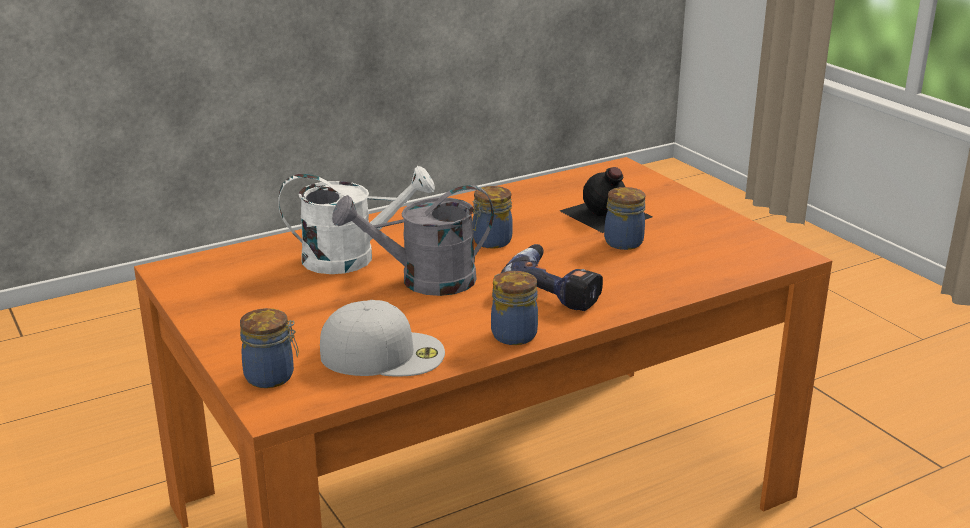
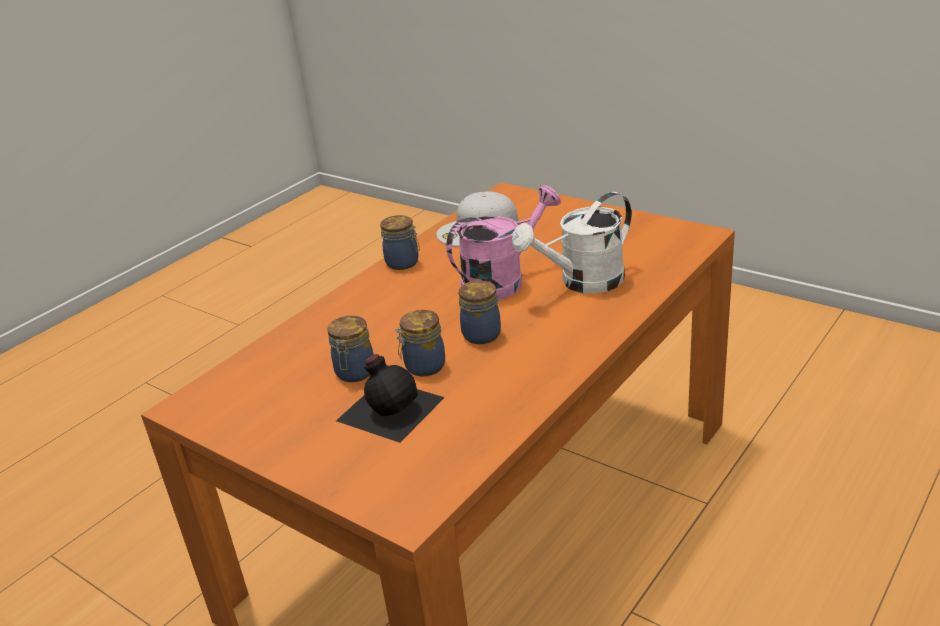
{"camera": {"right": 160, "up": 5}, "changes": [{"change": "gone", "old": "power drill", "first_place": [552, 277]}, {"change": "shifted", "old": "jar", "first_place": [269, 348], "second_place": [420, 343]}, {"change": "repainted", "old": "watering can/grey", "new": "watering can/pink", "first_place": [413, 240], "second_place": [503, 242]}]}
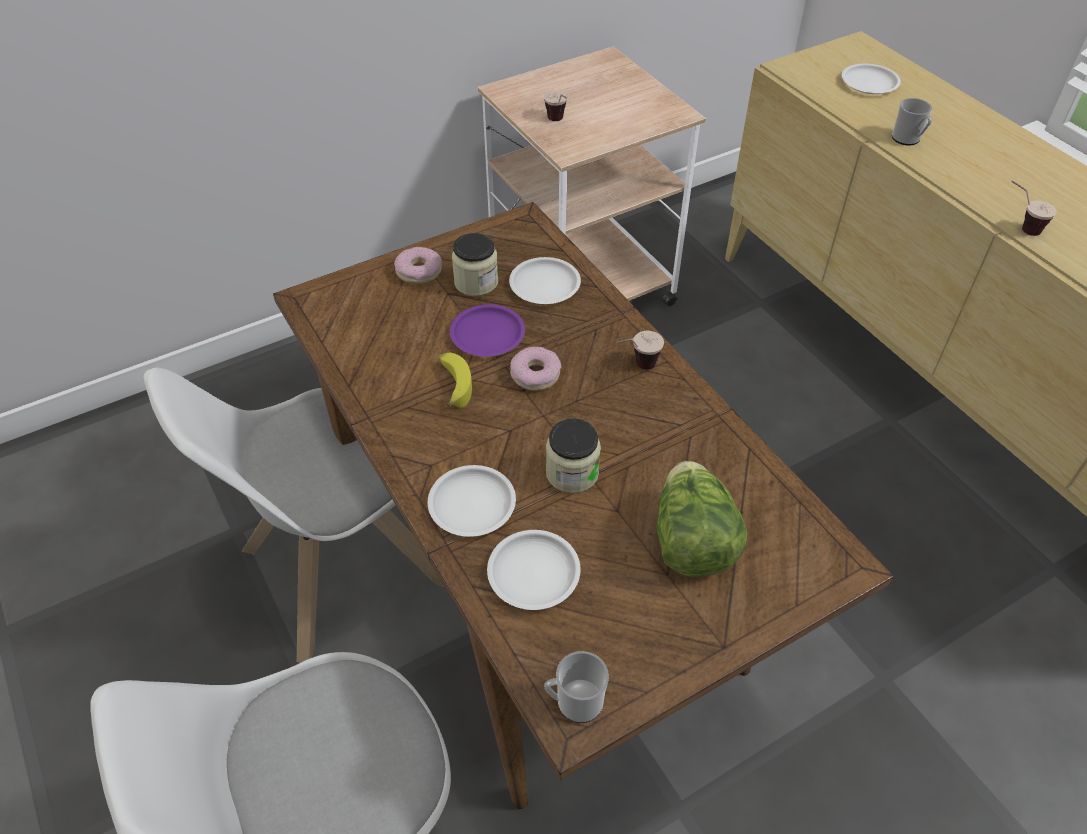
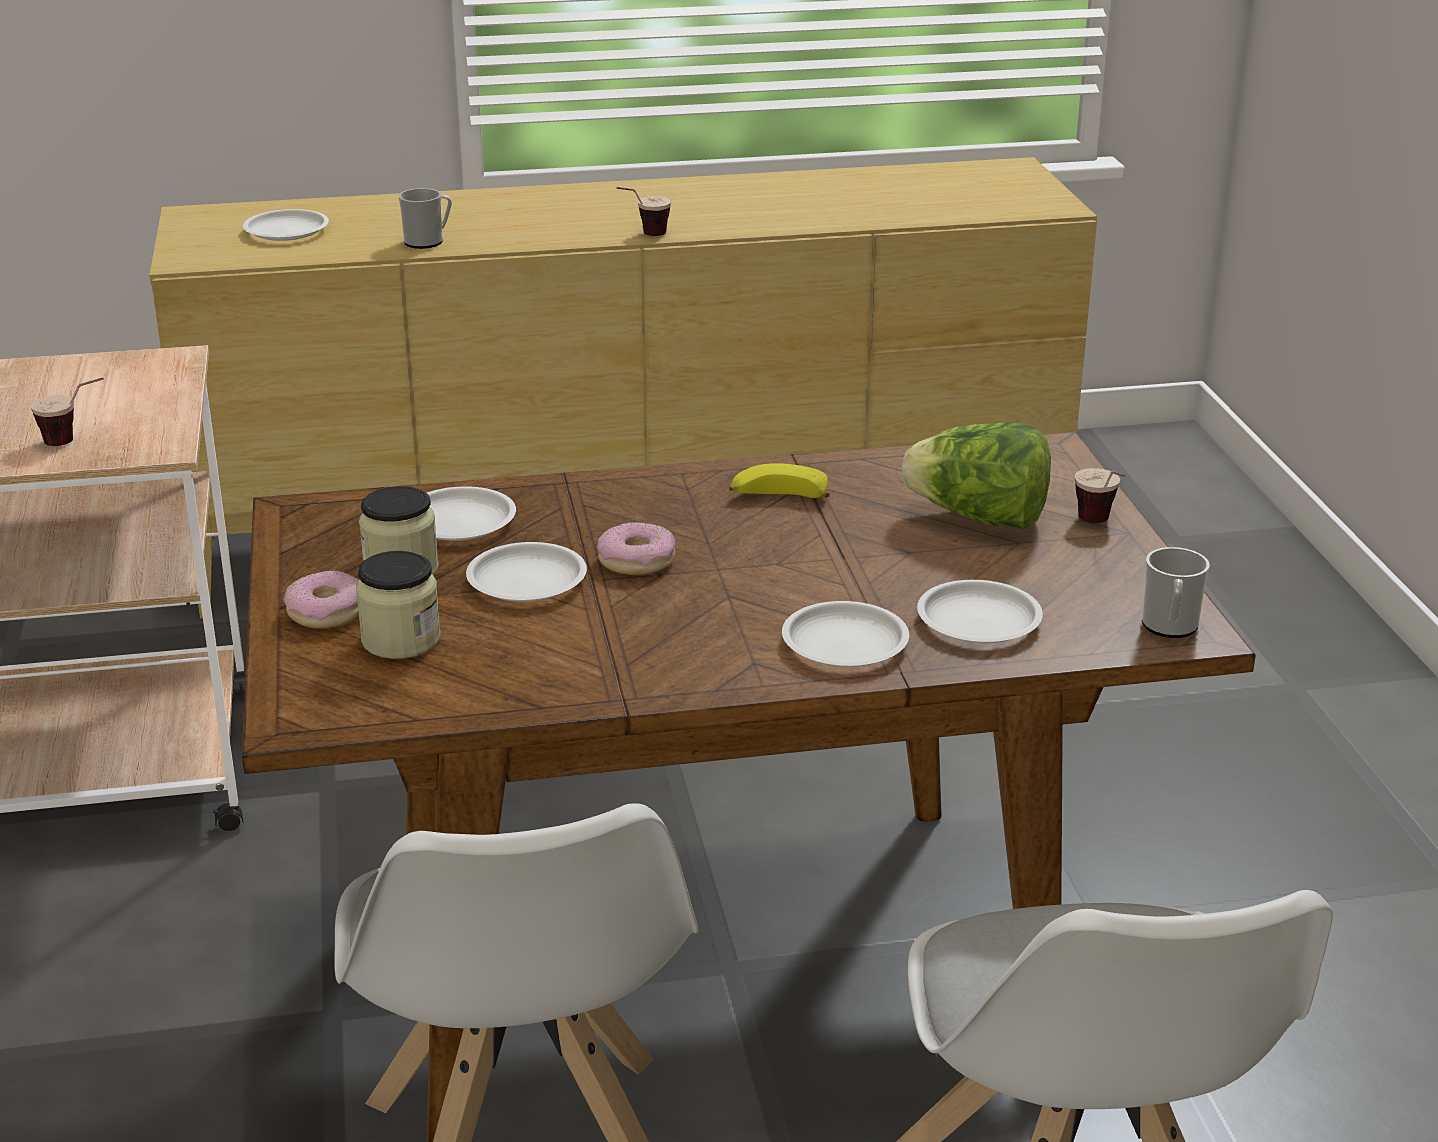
{"camera": {"right": -70, "up": -20}, "changes": [{"change": "shifted", "old": "banana", "first_place": [455, 380], "second_place": [779, 480]}, {"change": "shifted", "old": "jar", "first_place": [573, 455], "second_place": [398, 605]}, {"change": "shifted", "old": "cup", "first_place": [640, 350], "second_place": [1100, 495]}, {"change": "repainted", "old": "plate/purple", "new": "plate/white", "first_place": [487, 330], "second_place": [526, 572]}]}
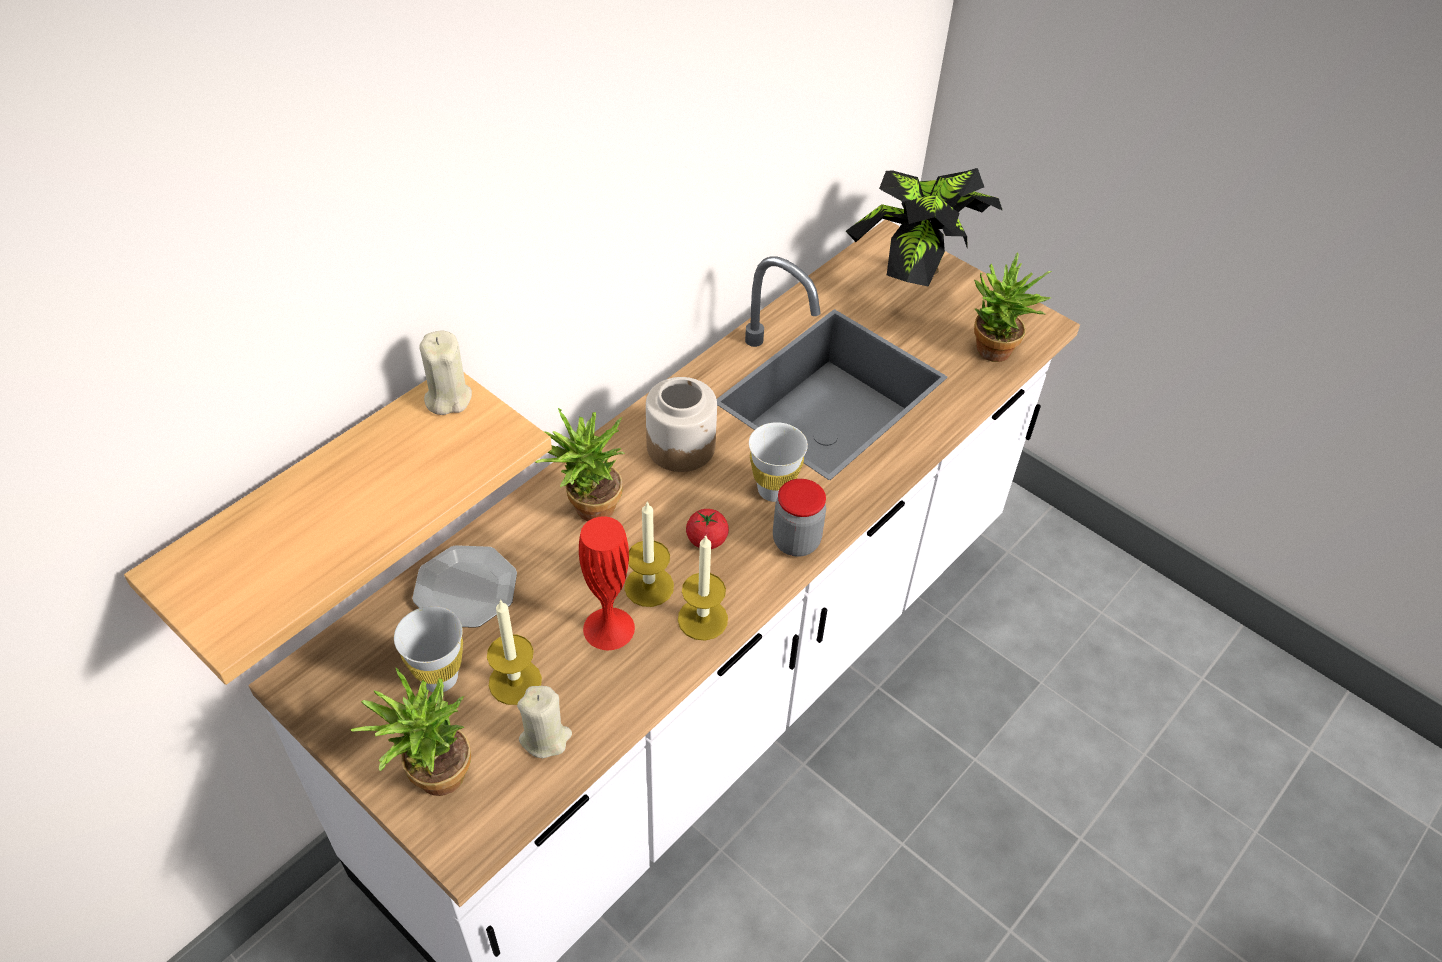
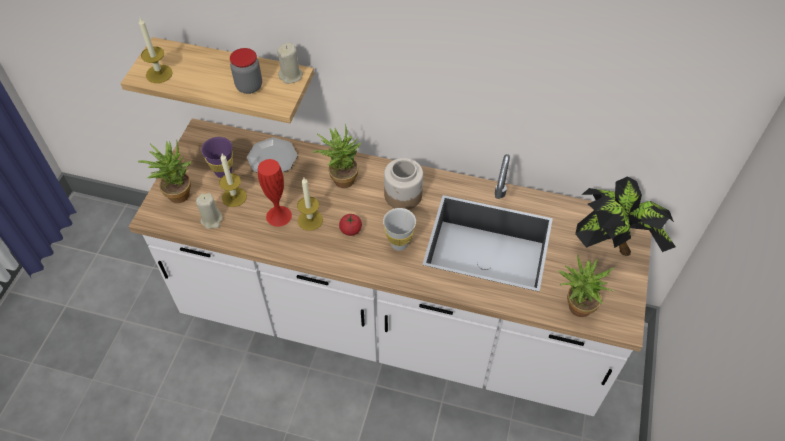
{"camera": {"right": 65, "up": 5}, "changes": [{"change": "shifted", "old": "candle", "first_place": [703, 588], "second_place": [156, 50]}, {"change": "shifted", "old": "jar", "first_place": [799, 517], "second_place": [246, 71]}, {"change": "repainted", "old": "cup/white", "new": "cup/purple", "first_place": [428, 649], "second_place": [217, 157]}]}
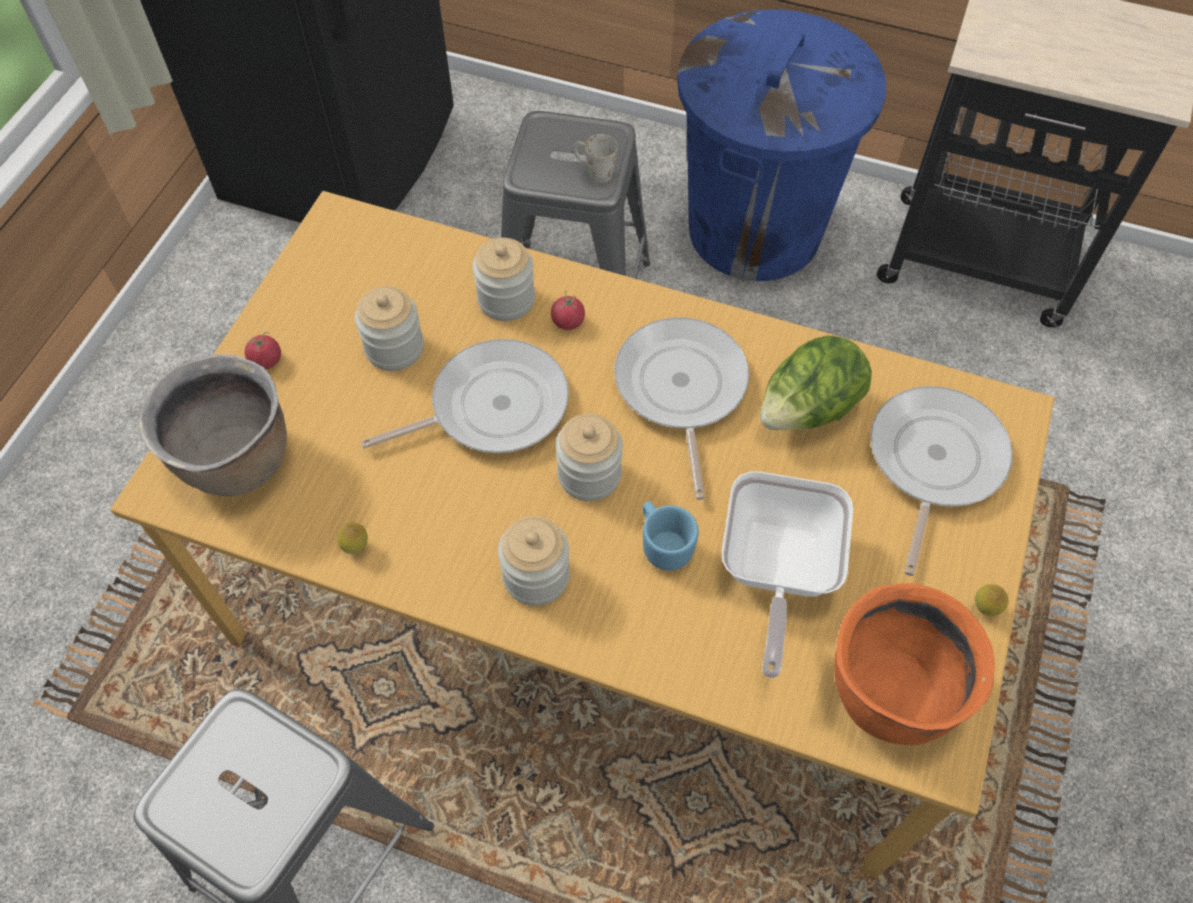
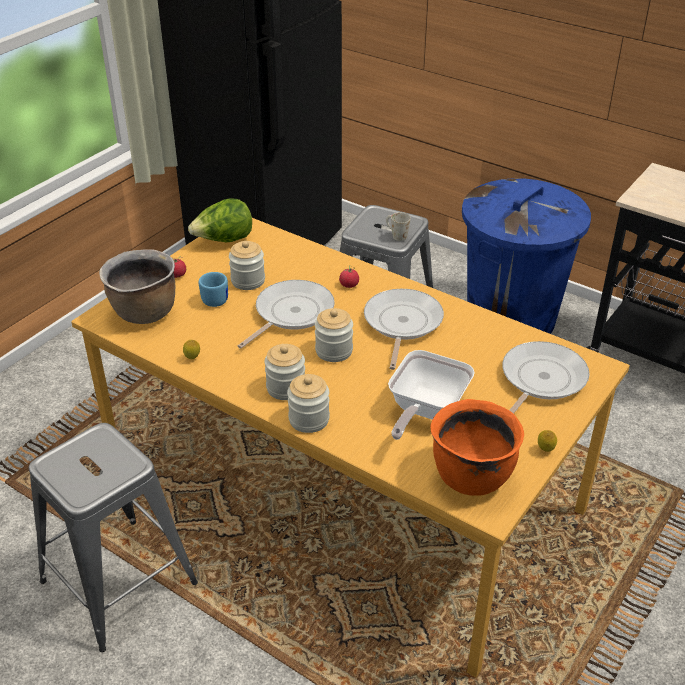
{"camera": {"right": 15, "up": -20}, "changes": [{"change": "shifted", "old": "jar", "first_place": [503, 279], "second_place": [308, 403]}, {"change": "shifted", "old": "mug/blue", "first_place": [671, 536], "second_place": [213, 289]}, {"change": "shifted", "old": "lettuce", "first_place": [816, 382], "second_place": [220, 220]}, {"change": "rotated", "old": "frying pan", "first_place": [465, 396], "second_place": [286, 314], "degrees": -45}]}
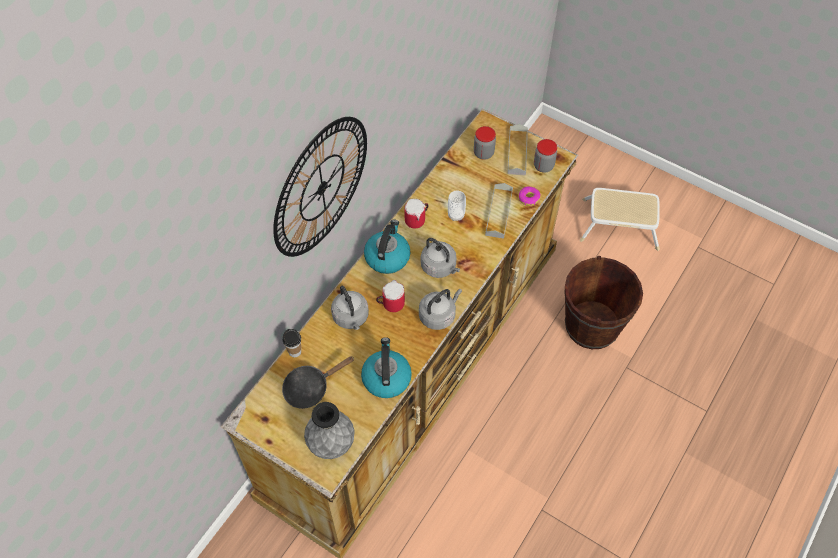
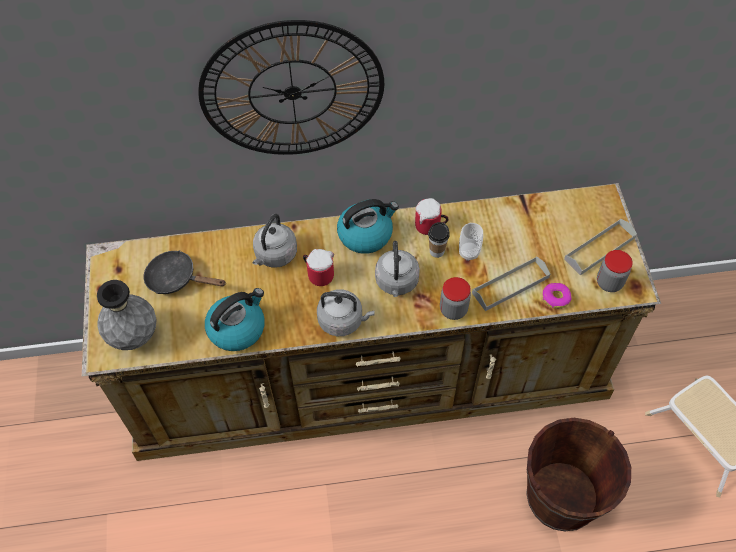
{"camera": {"right": 50, "up": 0}, "changes": [{"change": "shifted", "old": "cup", "first_place": [291, 343], "second_place": [439, 240]}, {"change": "shifted", "old": "jar", "first_place": [485, 143], "second_place": [455, 298]}]}
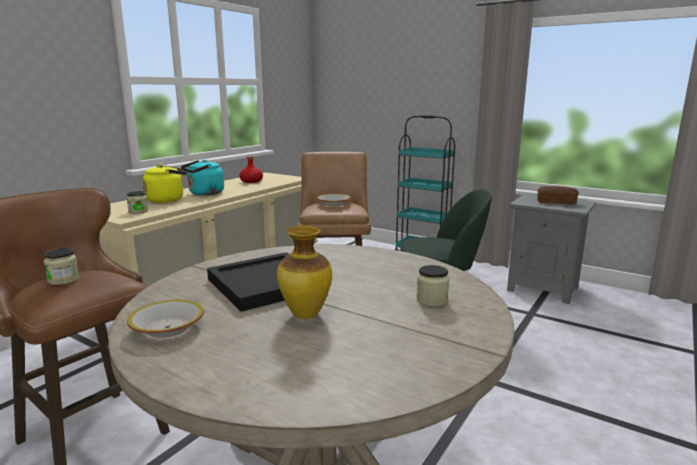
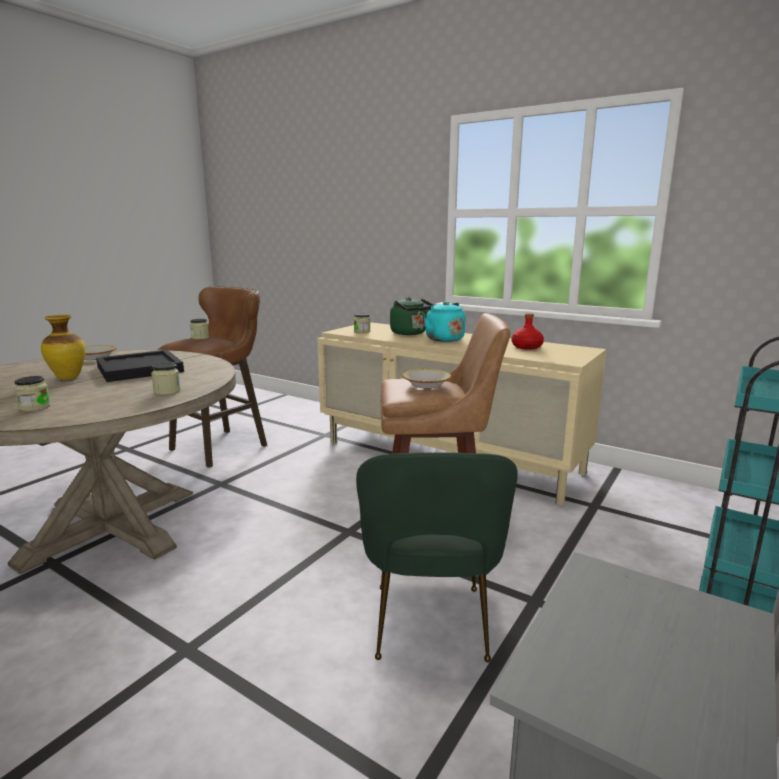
{"camera": {"right": 90, "up": 0}, "changes": [{"change": "gone", "old": "bread", "first_place": [558, 195]}, {"change": "new", "new": "jar", "second_place": [166, 379]}, {"change": "repainted", "old": "kettle/yellow", "new": "kettle/green", "first_place": [164, 184], "second_place": [412, 316]}]}
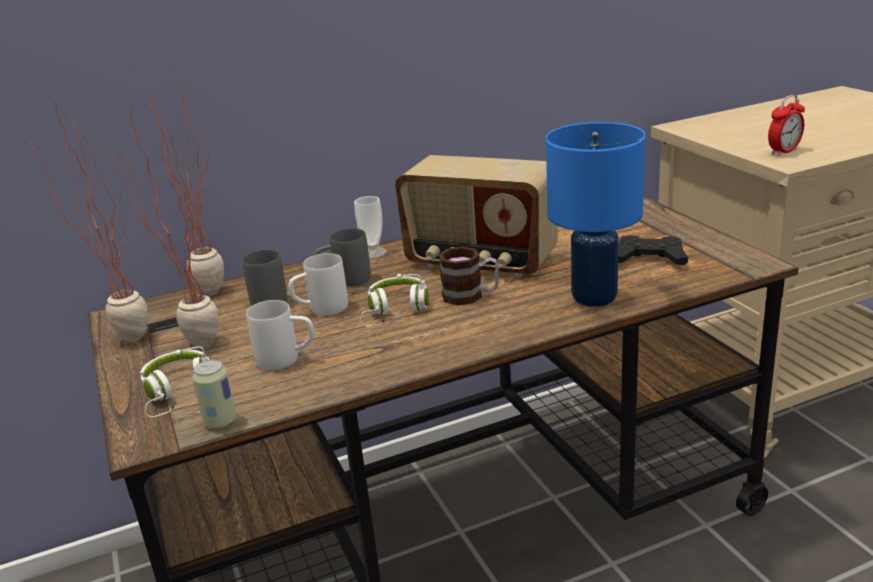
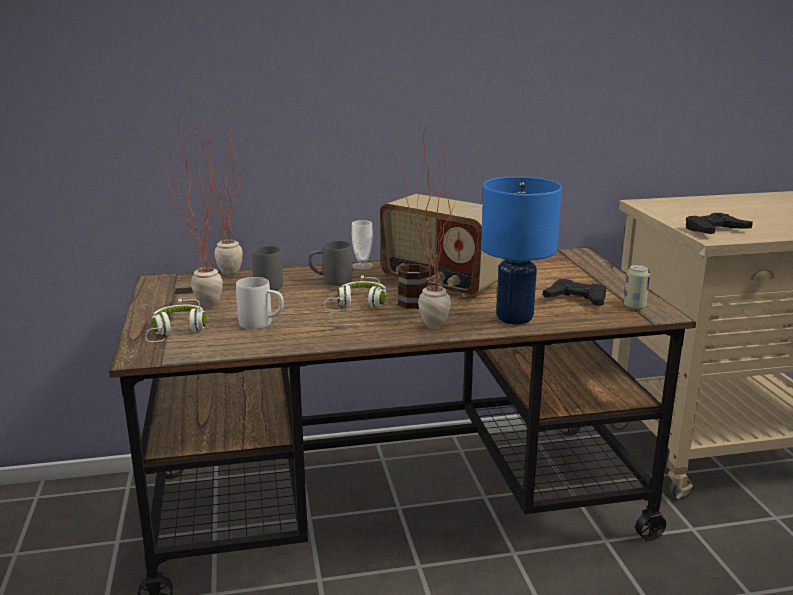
{"camera": {"right": 10, "up": -5}, "changes": [{"change": "gone", "old": "mug/white", "first_place": [318, 284]}, {"change": "shifted", "old": "potted plant", "first_place": [89, 221], "second_place": [426, 227]}, {"change": "shifted", "old": "can", "first_place": [214, 394], "second_place": [637, 287]}, {"change": "swapped", "old": "alarm clock", "new": "game controller/black", "first_place": [786, 125], "second_place": [719, 223]}]}
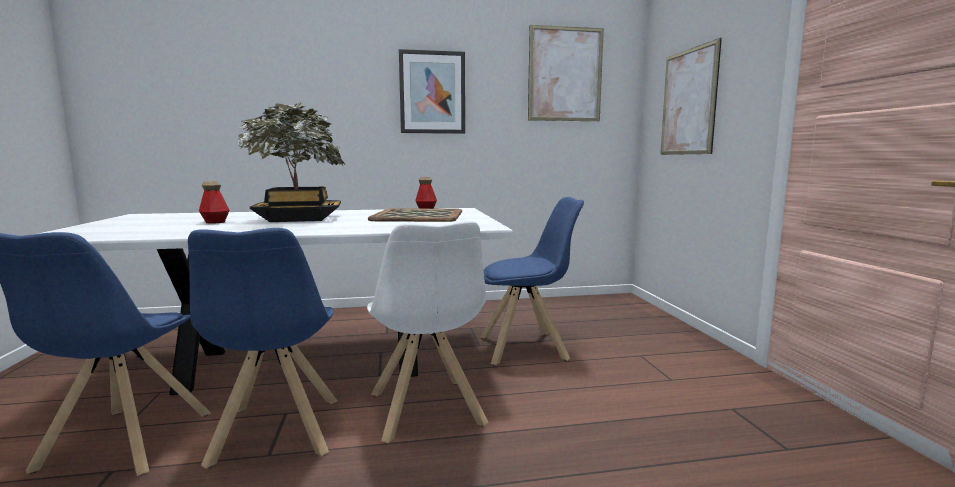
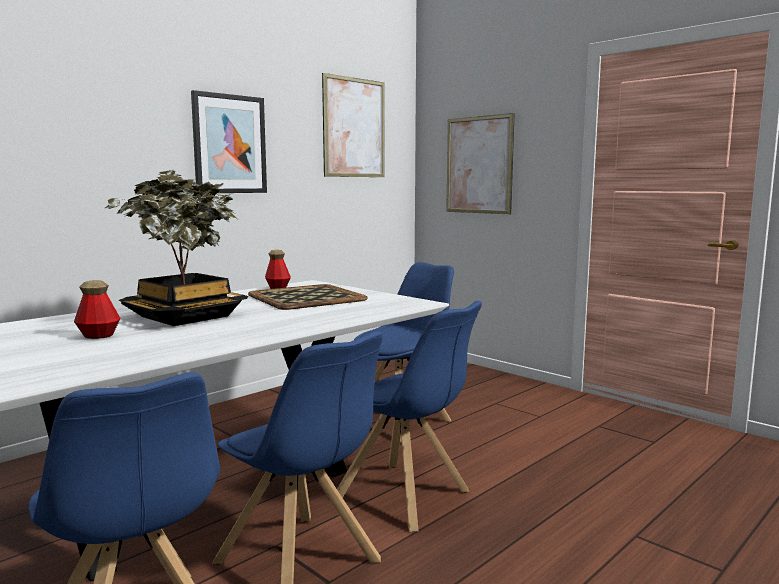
{"camera": {"right": -35, "up": 0}, "changes": [{"change": "repainted", "old": "chair/white", "new": "chair/blue", "first_place": [428, 332], "second_place": [409, 416]}]}
